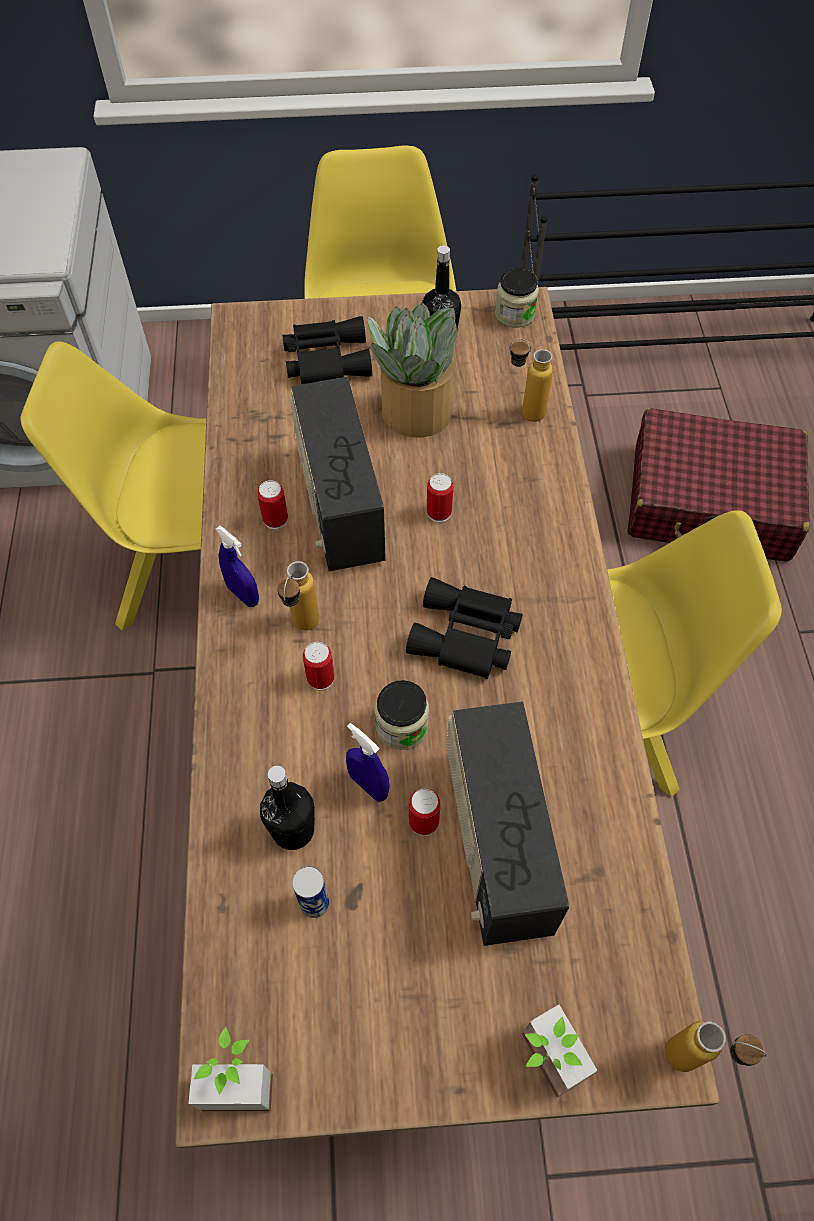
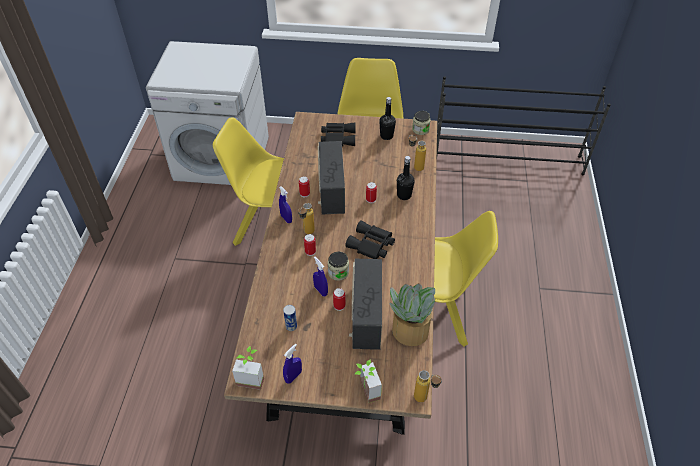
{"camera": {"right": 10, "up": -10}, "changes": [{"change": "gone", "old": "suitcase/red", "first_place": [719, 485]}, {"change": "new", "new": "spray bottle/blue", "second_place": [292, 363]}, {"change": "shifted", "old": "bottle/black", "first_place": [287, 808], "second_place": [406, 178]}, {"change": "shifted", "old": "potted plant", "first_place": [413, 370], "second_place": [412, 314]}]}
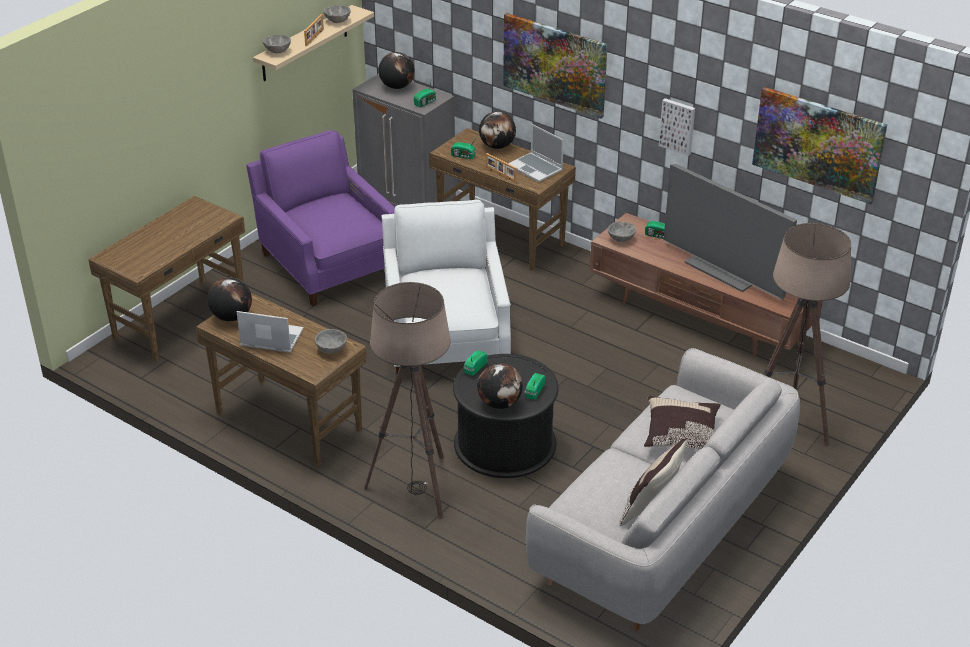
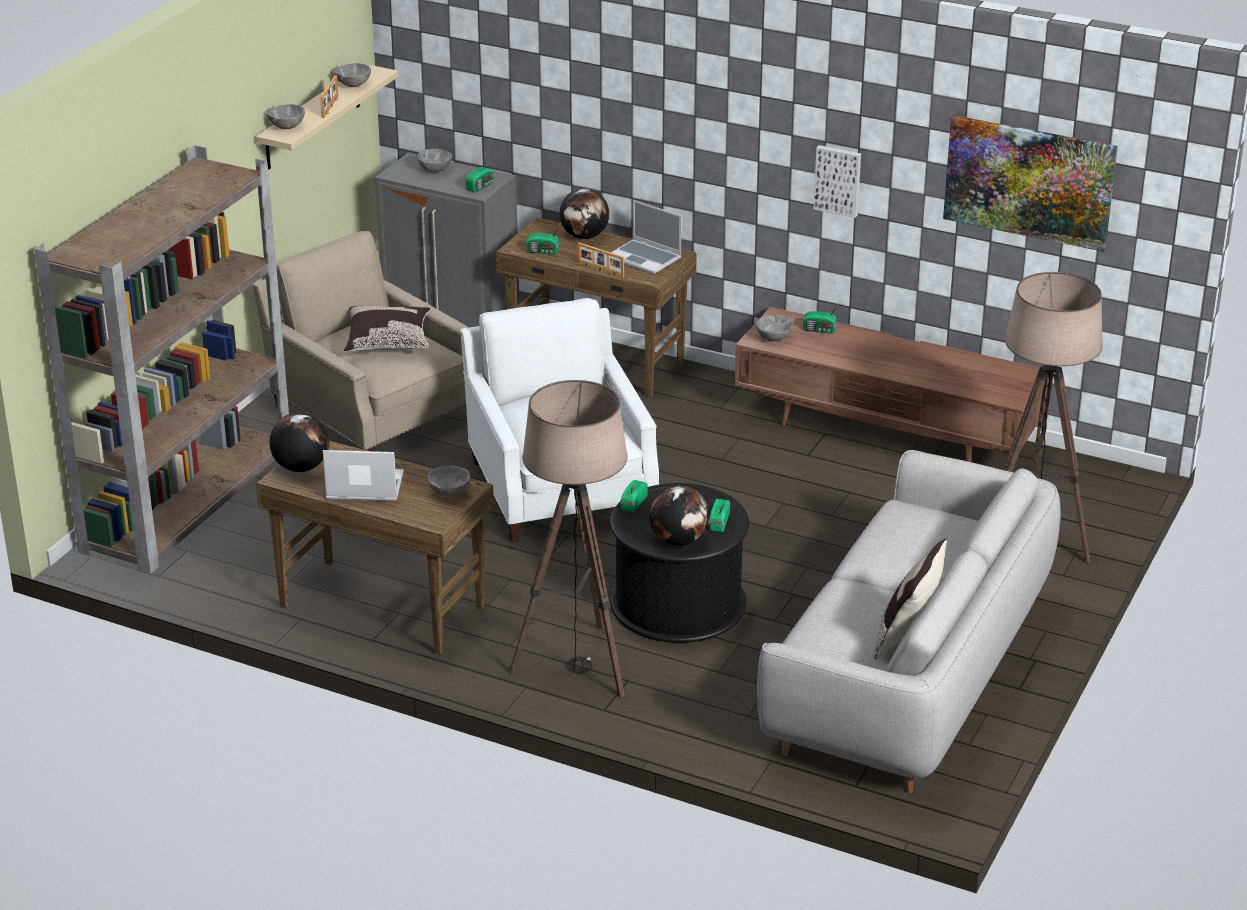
{"camera": {"right": -10, "up": -5}, "changes": [{"change": "gone", "old": "picture", "first_place": [555, 66]}, {"change": "gone", "old": "television", "first_place": [730, 232]}, {"change": "shifted", "old": "pillow", "first_place": [682, 423], "second_place": [387, 329]}, {"change": "swapped", "old": "console table/brown", "new": "bookcase/brown", "first_place": [167, 278], "second_place": [161, 359]}, {"change": "swapped", "old": "globe", "new": "bowl/grey", "first_place": [396, 70], "second_place": [434, 160]}, {"change": "repainted", "old": "armchair/purple", "new": "armchair/beige", "first_place": [320, 218], "second_place": [360, 341]}]}
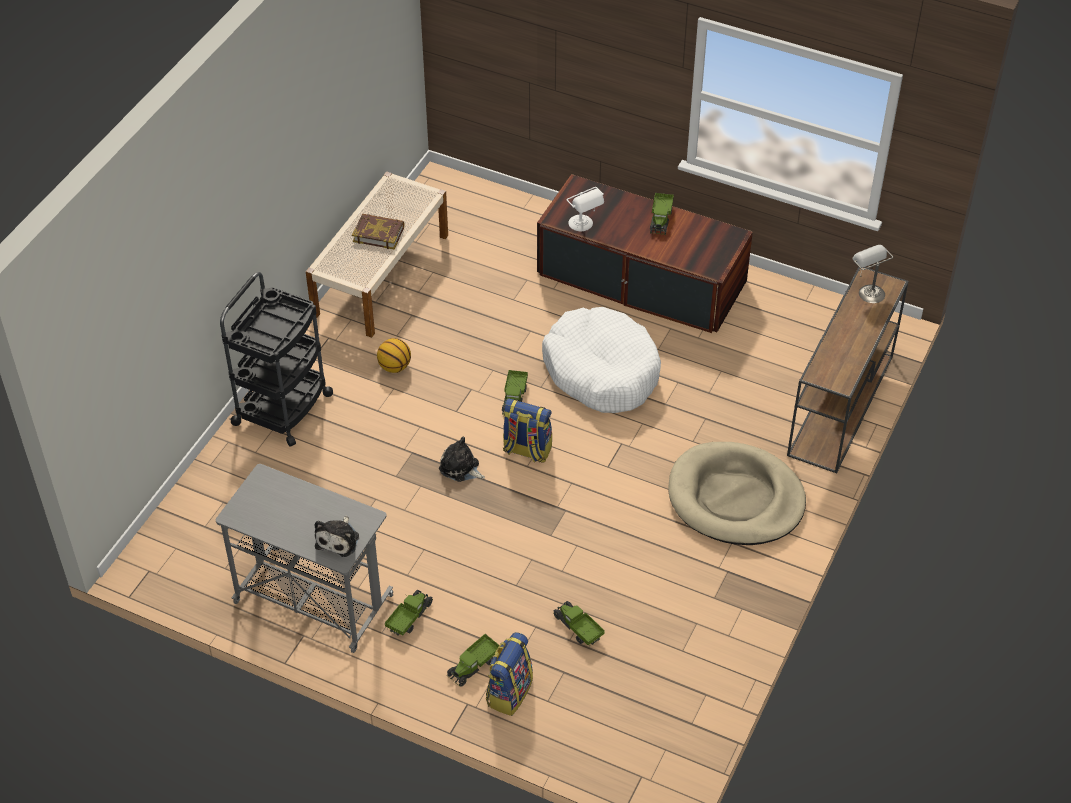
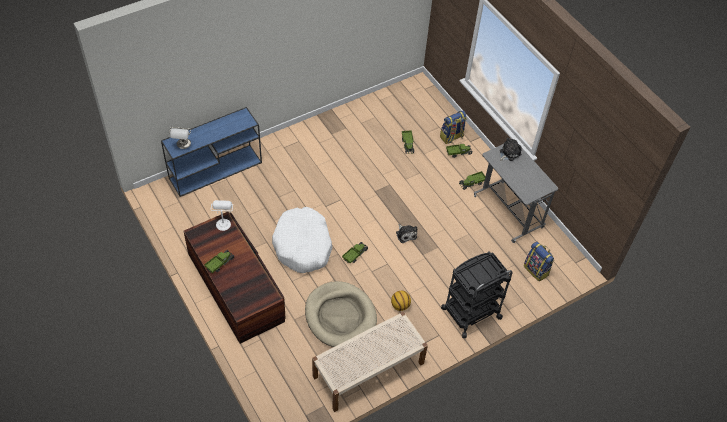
{"camera": {"right": -150, "up": 5}, "changes": [{"change": "gone", "old": "book", "first_place": [378, 232]}, {"change": "shifted", "old": "backpack", "first_place": [527, 430], "second_place": [539, 262]}, {"change": "shifted", "old": "table lamp/white", "first_place": [585, 209], "second_place": [222, 215]}, {"change": "shifted", "old": "dog bed/beige", "first_place": [737, 493], "second_place": [341, 314]}, {"change": "repainted", "old": "console table/brown", "new": "console table/blue", "first_place": [848, 370], "second_place": [211, 152]}]}
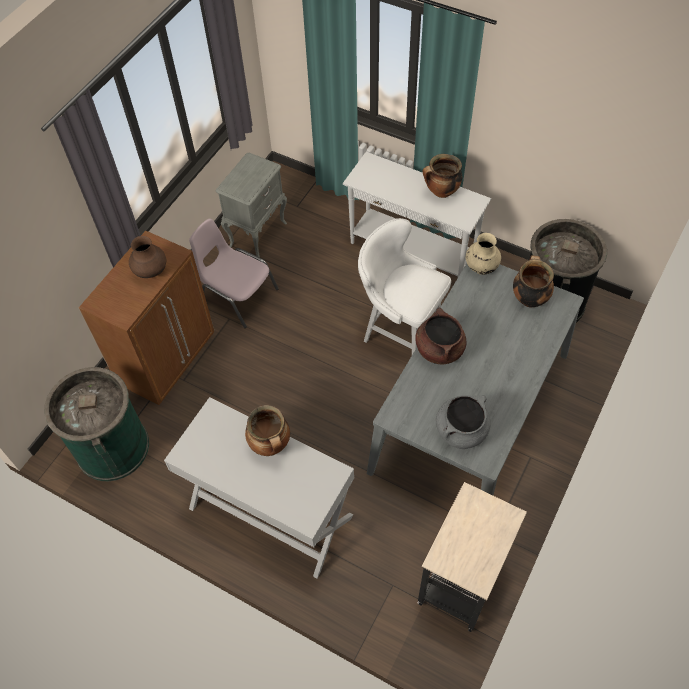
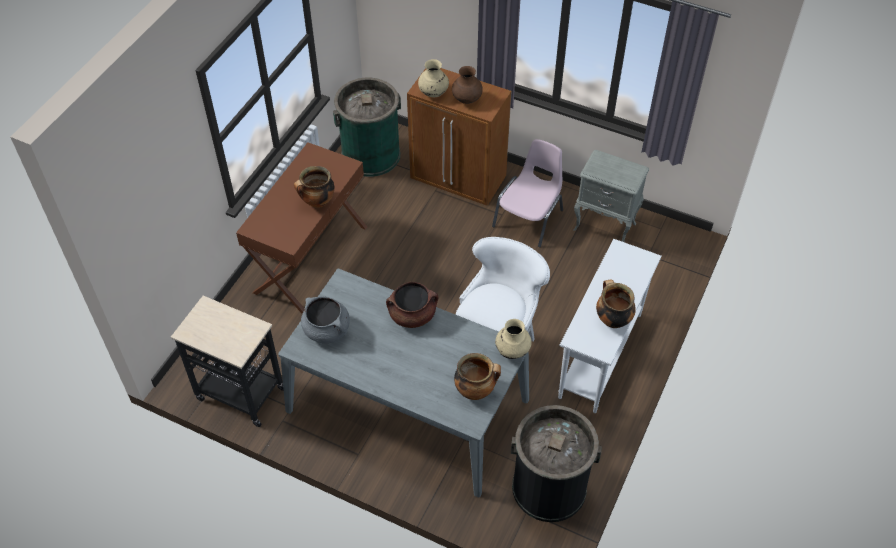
{"camera": {"right": 85, "up": -5}, "changes": [{"change": "new", "new": "vase/beige", "second_place": [433, 78]}, {"change": "repainted", "old": "console table/white", "new": "console table/brown", "first_place": [259, 487], "second_place": [301, 228]}]}
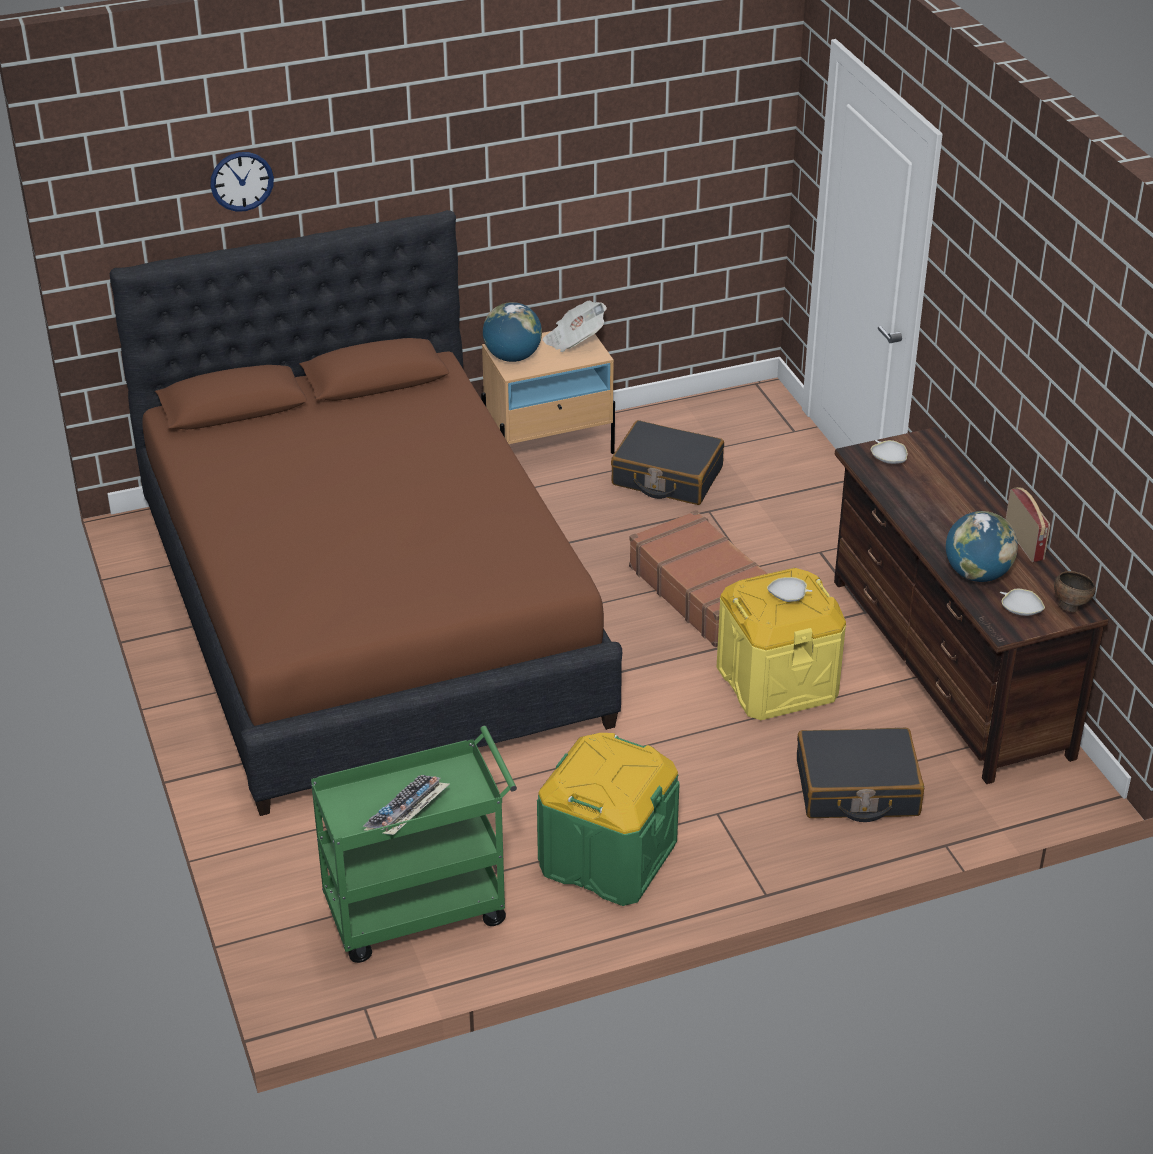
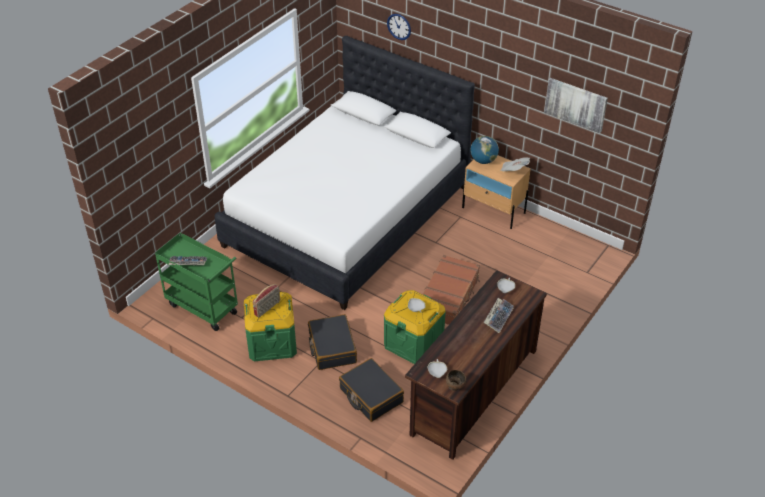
{"camera": {"right": 55, "up": 5}, "changes": [{"change": "gone", "old": "globe", "first_place": [982, 546]}, {"change": "new", "new": "keyboard", "second_place": [499, 315]}, {"change": "new", "new": "picture", "second_place": [576, 105]}, {"change": "shifted", "old": "suitcase/black", "first_place": [667, 462], "second_place": [332, 342]}, {"change": "shifted", "old": "radio", "first_place": [1028, 524], "second_place": [266, 300]}, {"change": "repainted", "old": "bed/brown", "new": "bed/white", "first_place": [366, 513], "second_place": [344, 173]}, {"change": "repainted", "old": "storage box/yellow", "new": "storage box/green", "first_place": [781, 644], "second_place": [415, 327]}]}
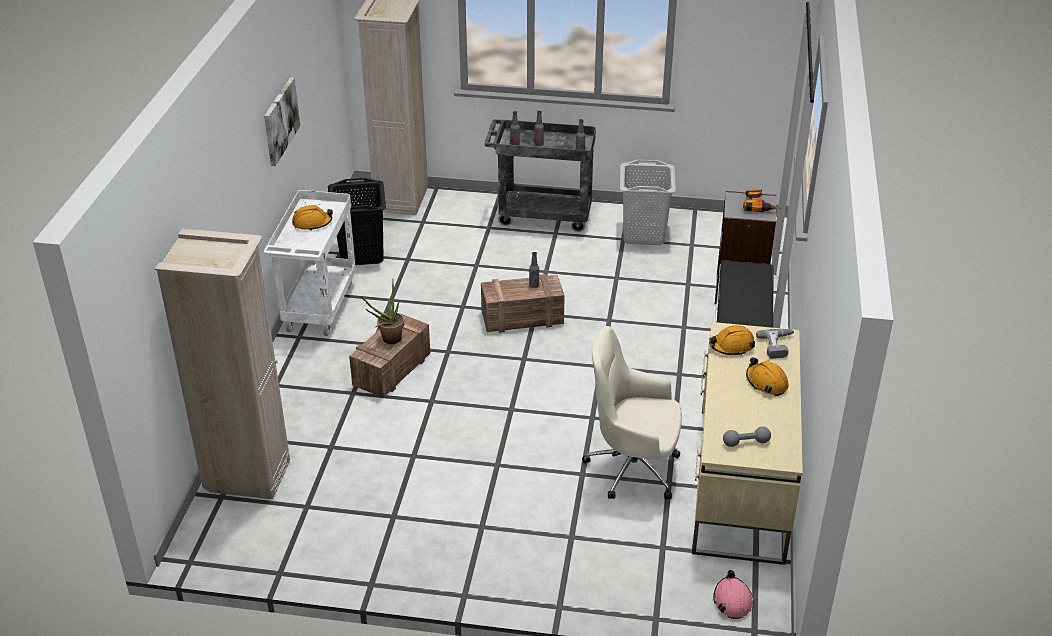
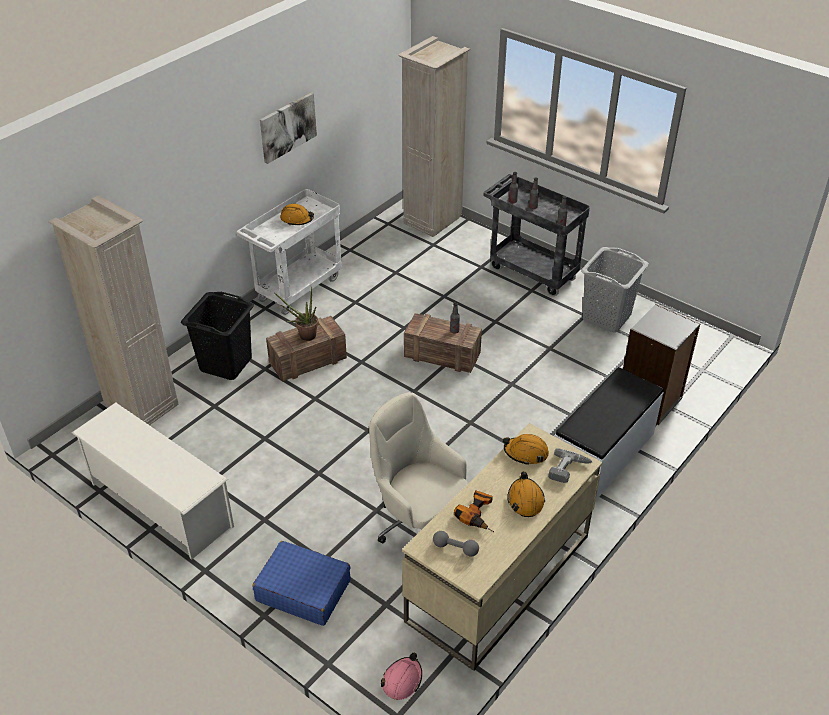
{"camera": {"right": 30, "up": 5}, "changes": [{"change": "new", "new": "shoe rack/white", "second_place": [153, 481]}, {"change": "new", "new": "suitcase/blue", "second_place": [301, 583]}, {"change": "shifted", "old": "laundry basket/black", "first_place": [357, 221], "second_place": [217, 336]}, {"change": "shifted", "old": "power drill", "first_place": [762, 200], "second_place": [474, 511]}]}
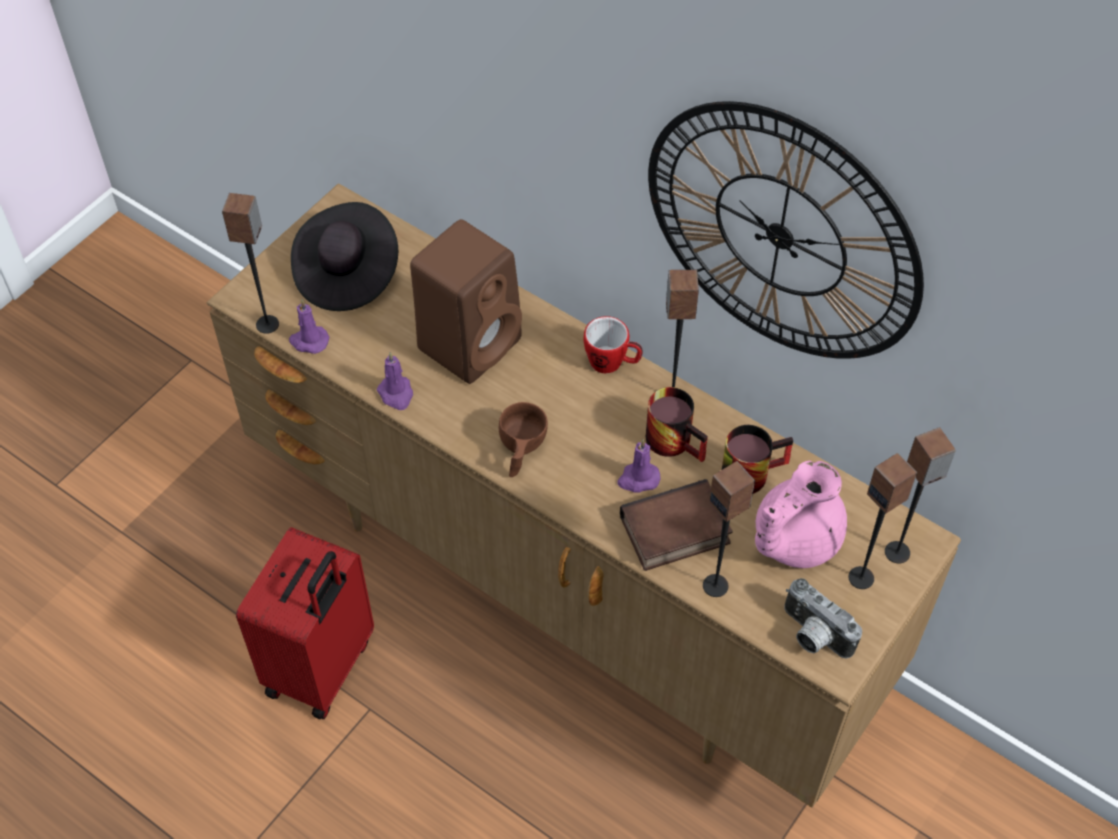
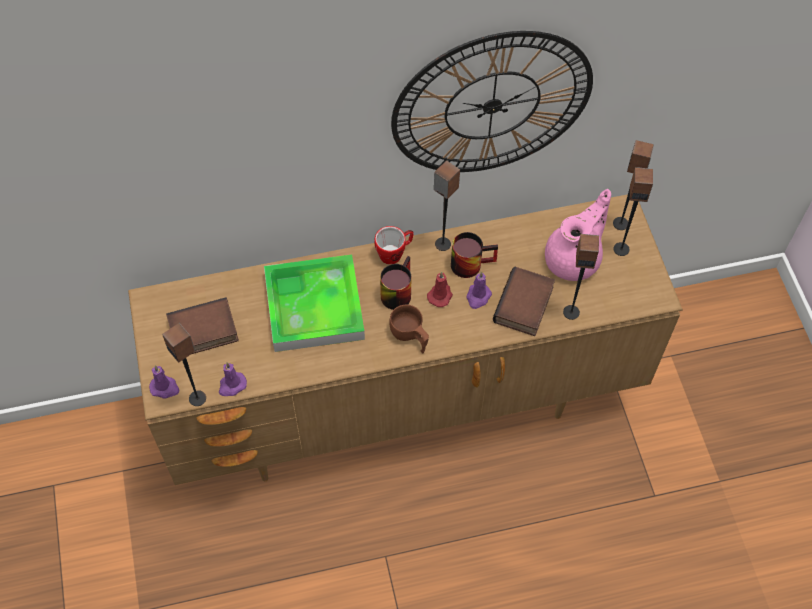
{"camera": {"right": -50, "up": 5}, "changes": [{"change": "gone", "old": "suitcase/red", "first_place": [305, 623]}, {"change": "gone", "old": "photo camera", "first_place": [823, 618]}, {"change": "new", "new": "candle/red", "second_place": [440, 289]}, {"change": "shifted", "old": "candle/purple", "first_place": [395, 381], "second_place": [164, 382]}, {"change": "shifted", "old": "mug", "first_place": [757, 459], "second_place": [396, 283]}, {"change": "swapped", "old": "hat/black", "new": "book", "first_place": [344, 256], "second_place": [202, 325]}, {"change": "swapped", "old": "speaker/brown", "new": "tray", "first_place": [466, 301], "second_place": [314, 303]}, {"change": "rotated", "old": "teapot/pink", "first_place": [801, 514], "second_place": [578, 235], "degrees": -135}]}
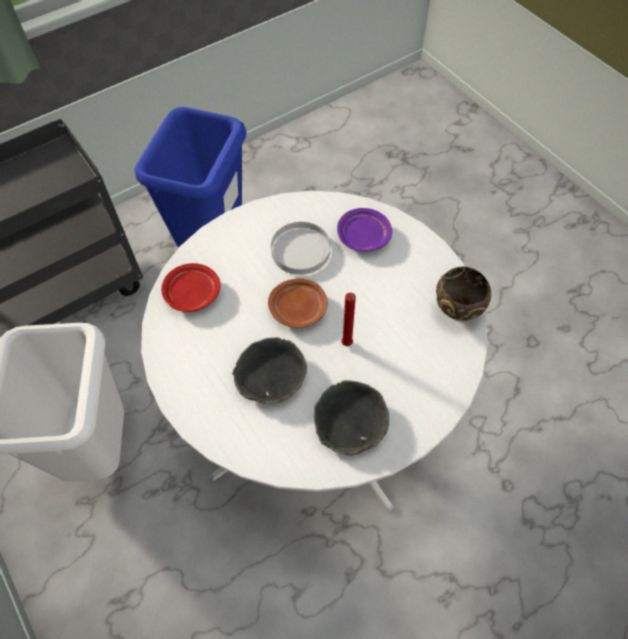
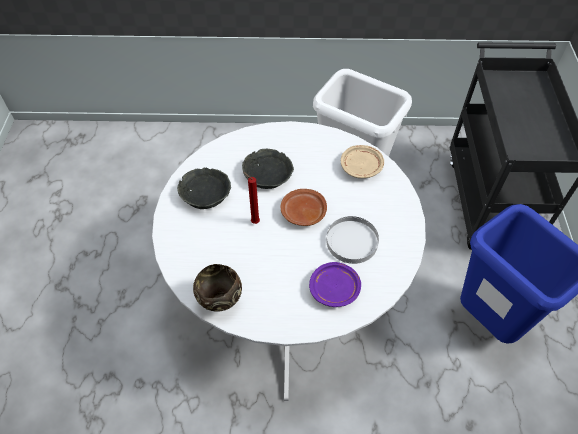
{"camera": {"right": 125, "up": -5}, "changes": [{"change": "repainted", "old": "plate/red", "new": "plate/beige", "first_place": [191, 287], "second_place": [362, 161]}]}
